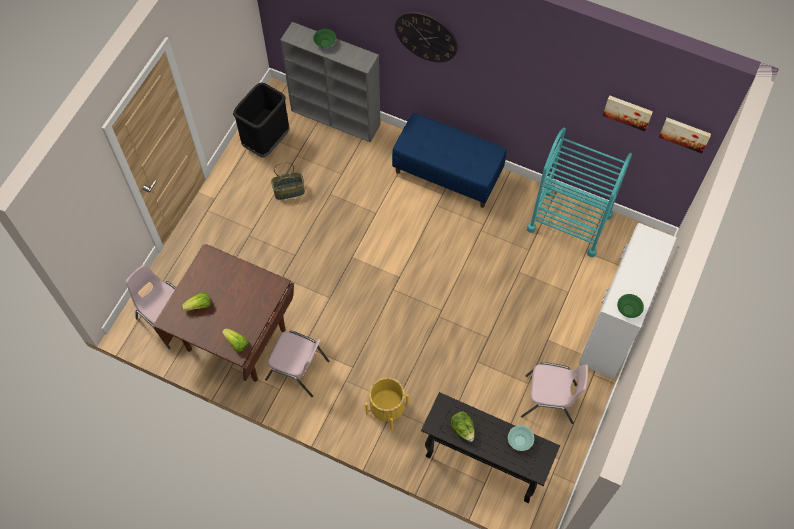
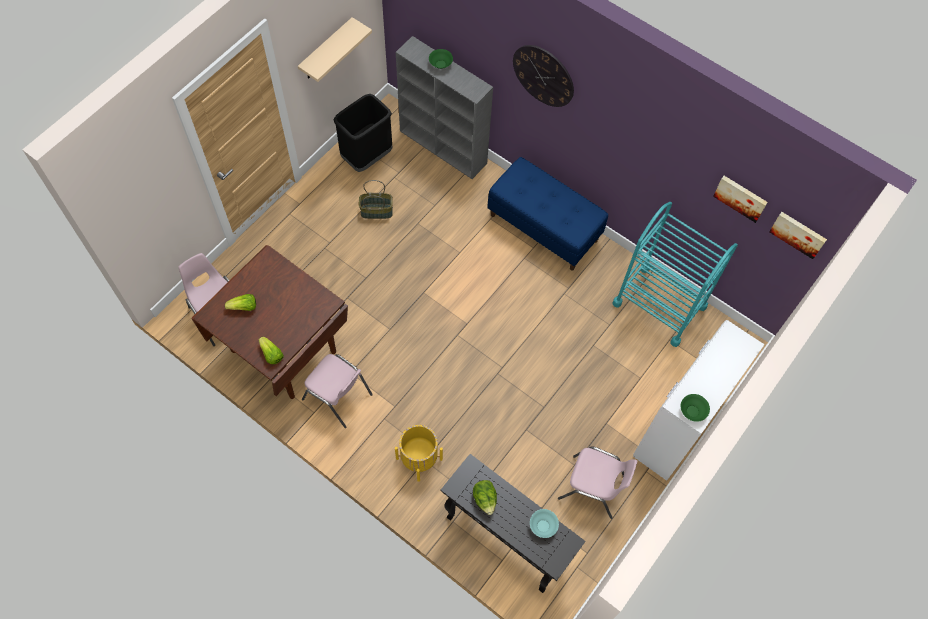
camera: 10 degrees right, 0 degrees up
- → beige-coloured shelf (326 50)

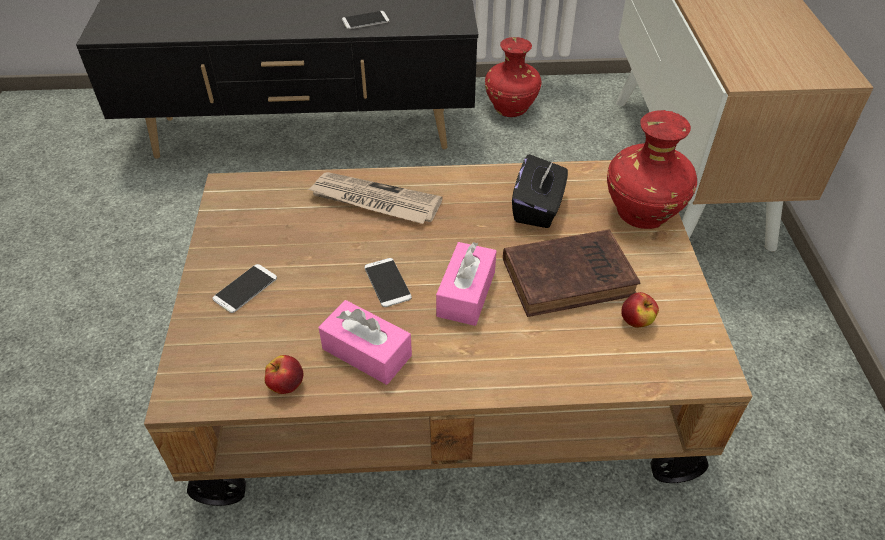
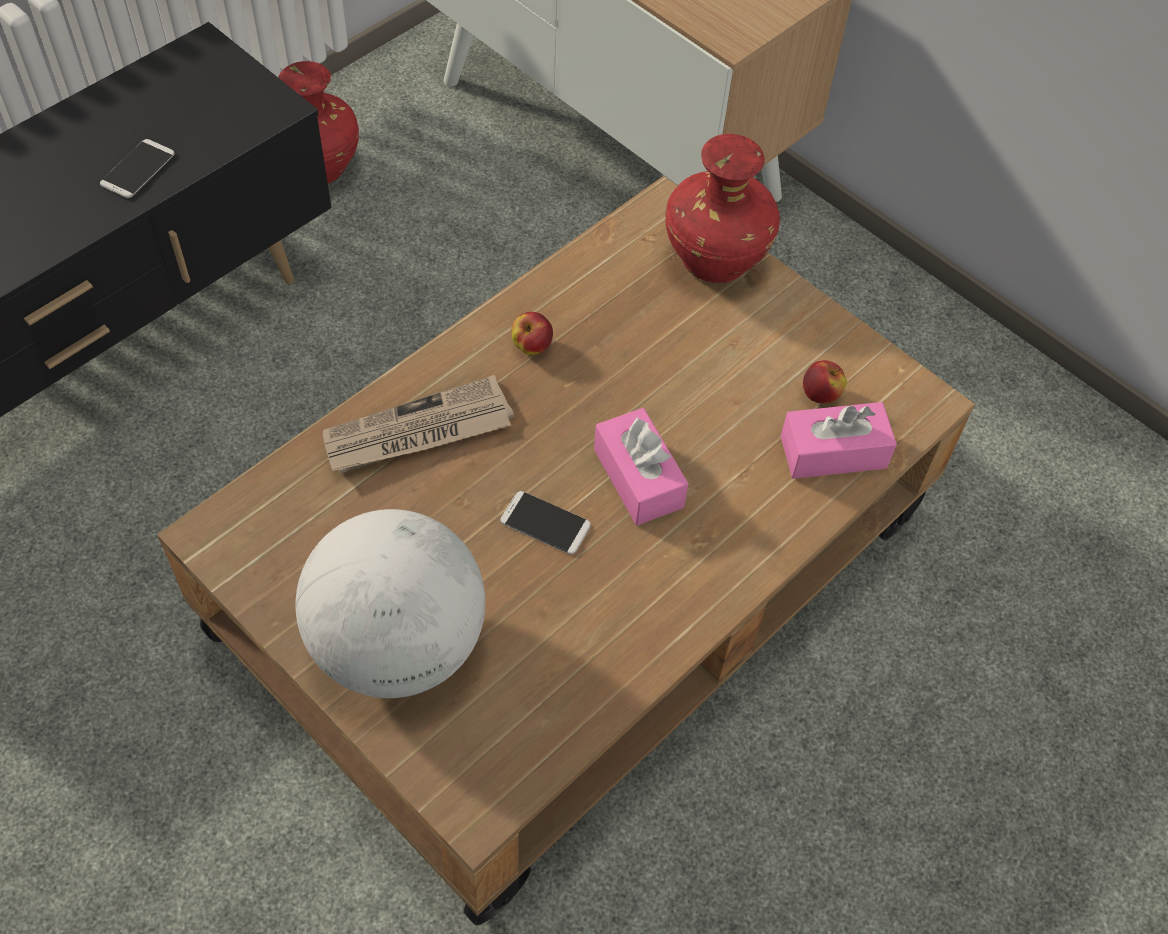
camera: 45 degrees left, 10 degrees up
brown-coloured volume (571 277) → -
blackish tissue holder (538 208) → -
apple (286 385) → apple (532 346), moved
pink-coloured tissue holder (367 352) → pink-coloured tissue holder (833 452), moved
phone (245 289) → desk globe (397 645)

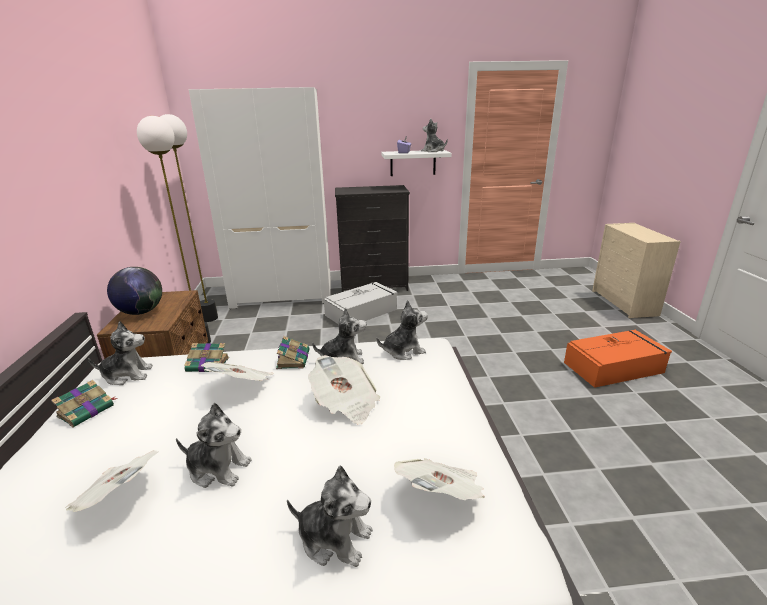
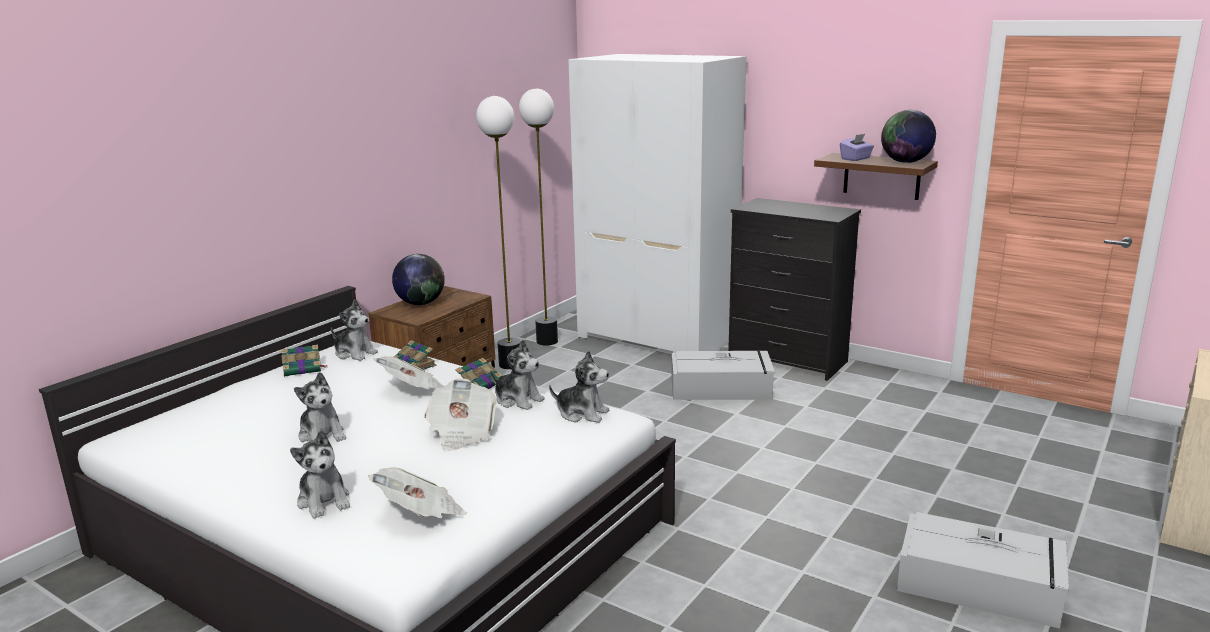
camera: 40 degrees right, 5 degrees down
printed paper (119 496) → -
plush toy (433 151) → desk globe (905 162)
white-coloured shelf (413 163) → brown-coloured shelf (881 176)
orange storage container (614 367) → greyish storage container (980 585)

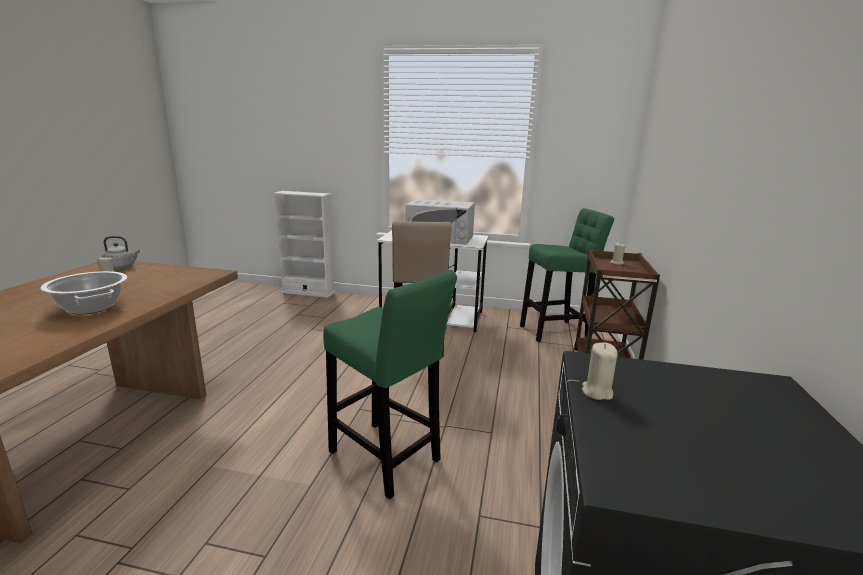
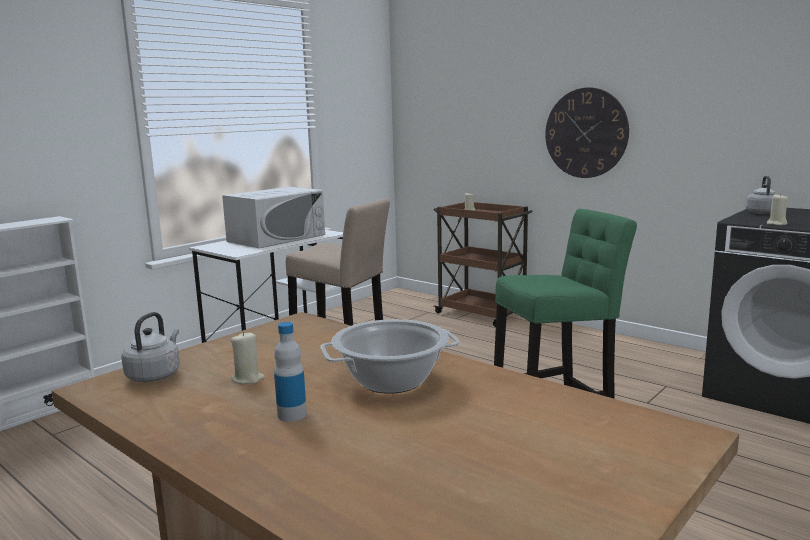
camera: 60 degrees left, 5 degrees down
green-coloured stool seat (557 331) → -
- → beverage bottle (292 414)
- → wall clock (586 133)
- → greyish water kettle (761 212)

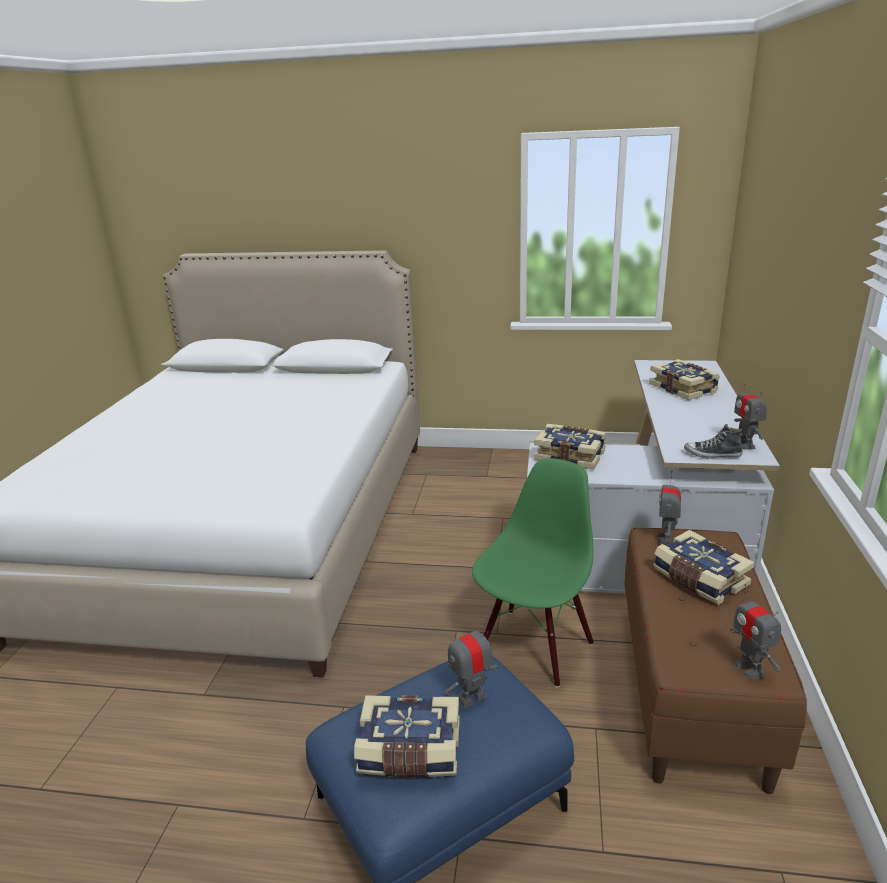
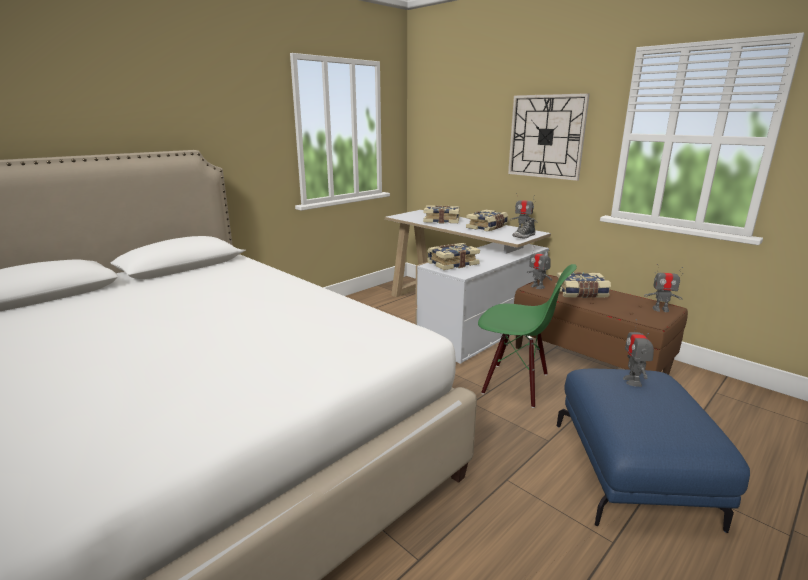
camera: 55 degrees left, 5 degrees down
- → wall clock (546 136)
volume (410 752) → volume (487 227), moved
green-coloured chair (534 647) → green-coloured chair (515 384), 135 degrees clockwise

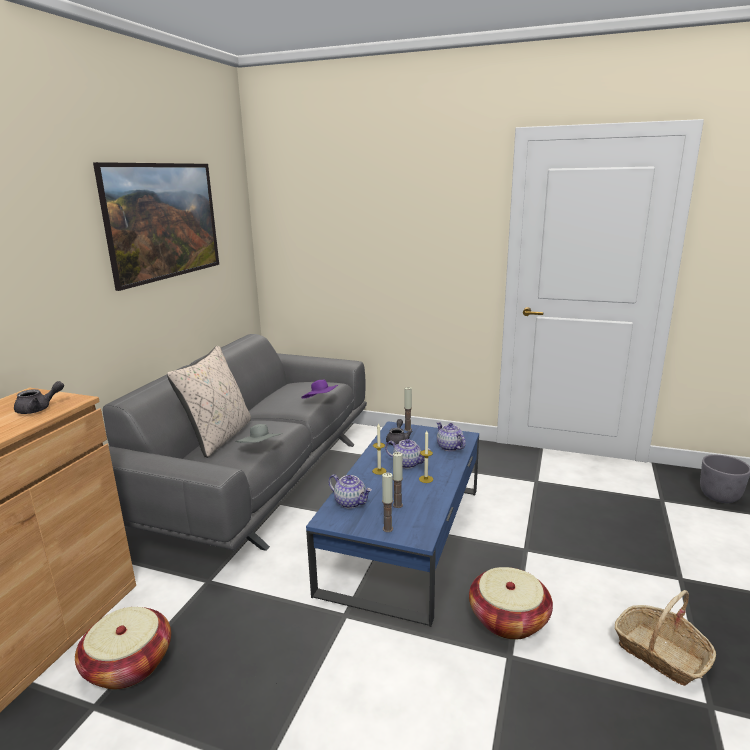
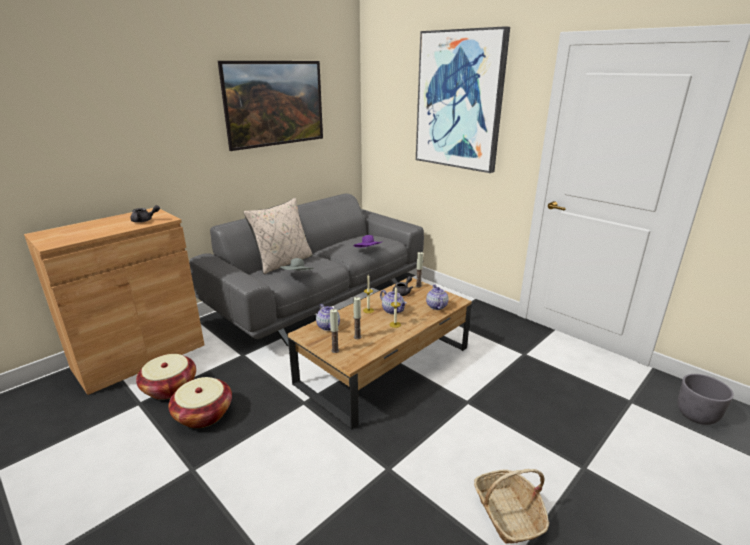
camera: 25 degrees right, 5 degrees up
- → wall picture (459 101)
household basket (508 619) → household basket (203 414), moved
blue-coloured low table (405 536) → brown-coloured low table (385 364)

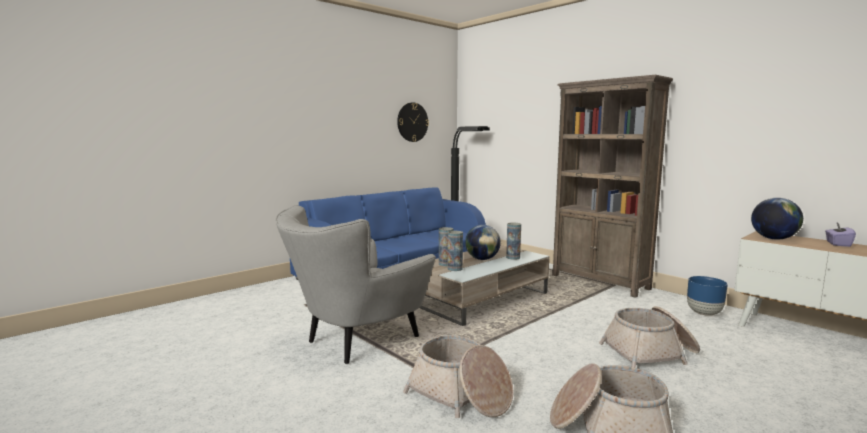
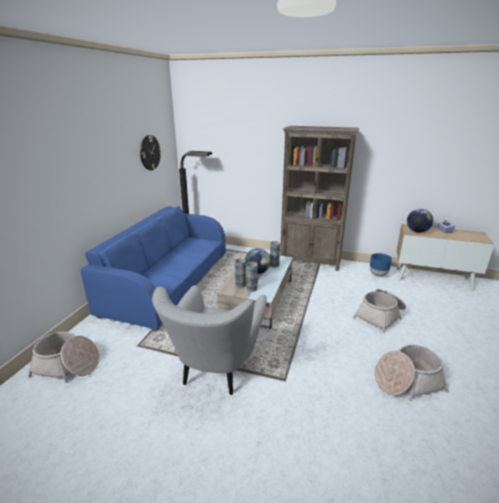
camera: 30 degrees left, 15 degrees up
household basket (460 395) → household basket (68 366), moved

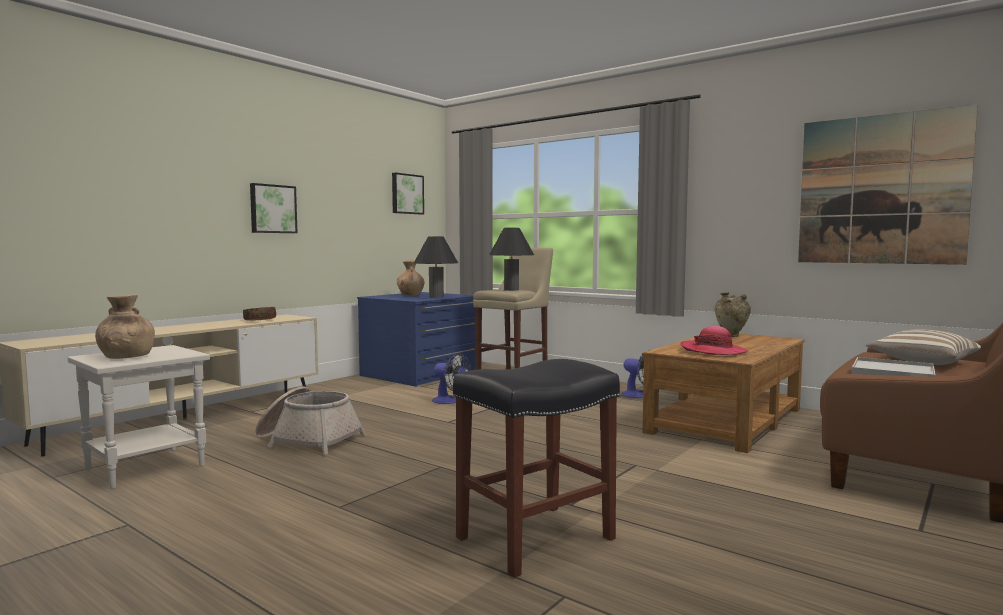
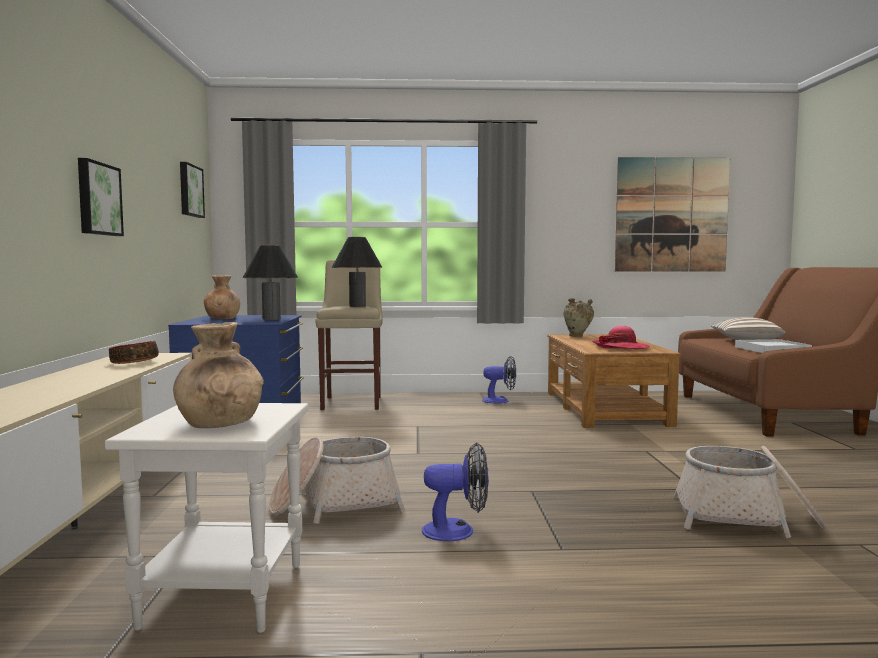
camera: 40 degrees left, 0 degrees up
cooling fan (450 401) → cooling fan (457 531), moved
blackish stool seat (534 539) → household basket (746 518)

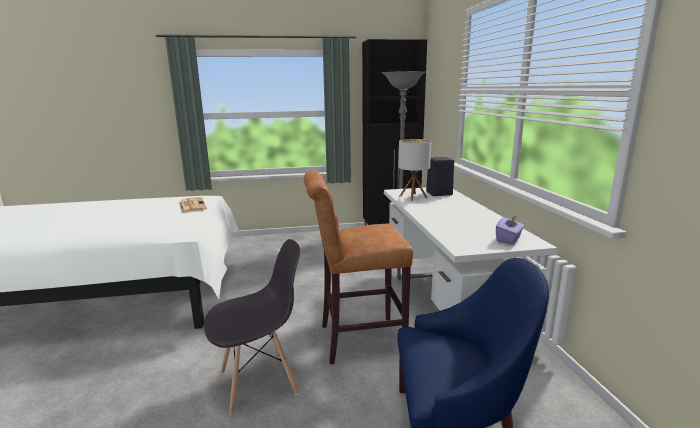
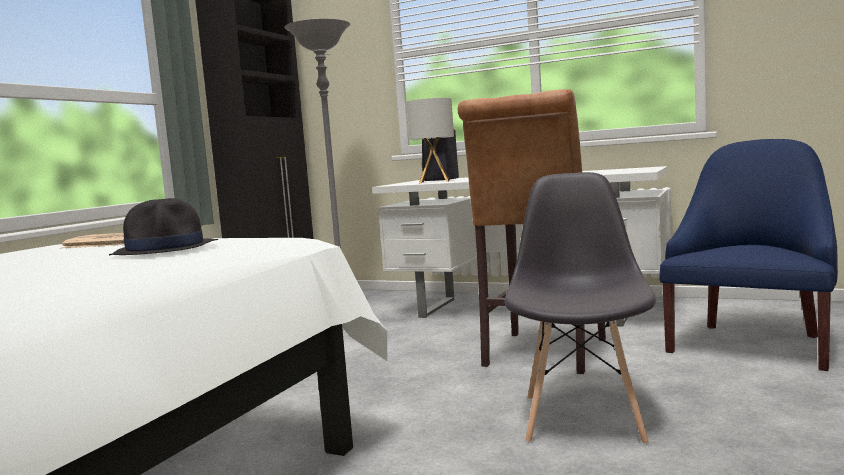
camera: 55 degrees left, 10 degrees down
purple-coloured tissue holder (508 239) → -
- → blackish wearable hat (166 249)

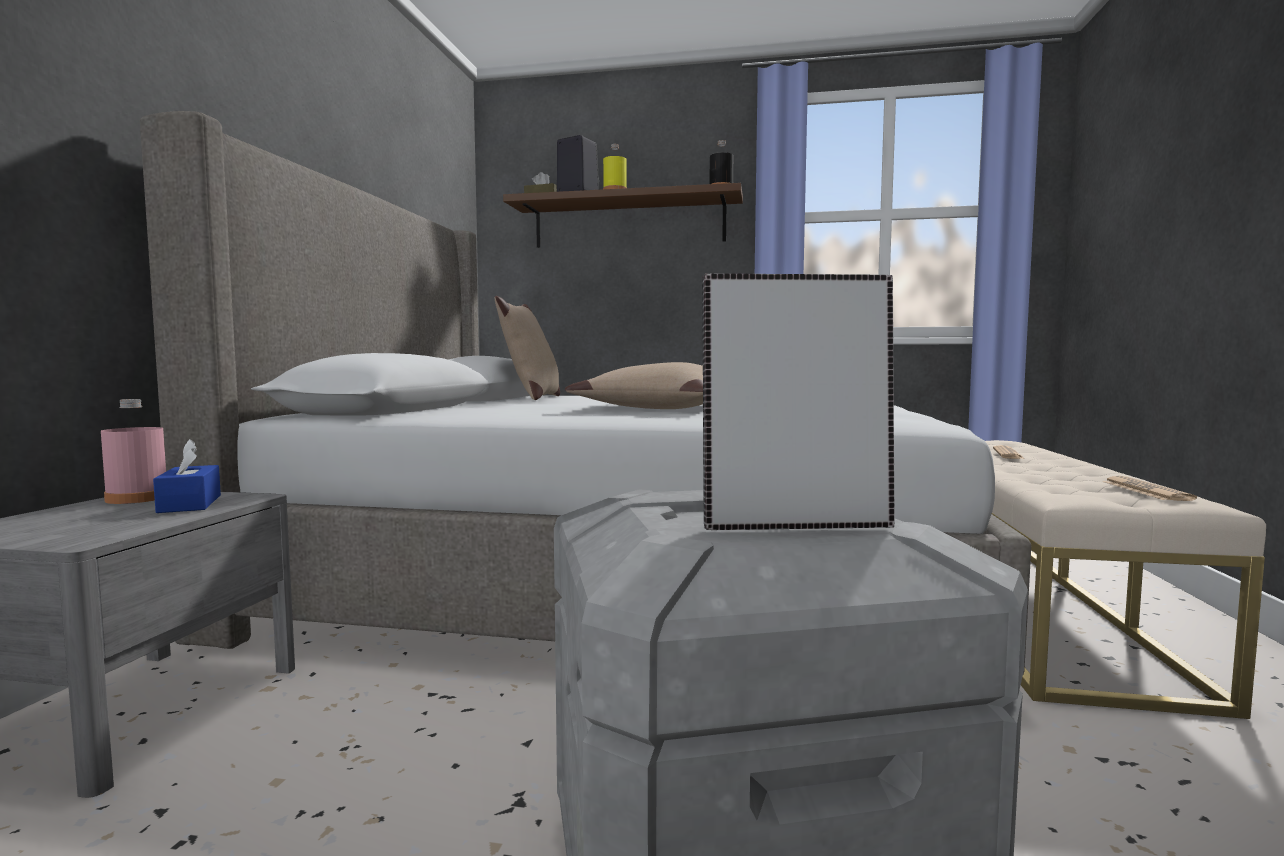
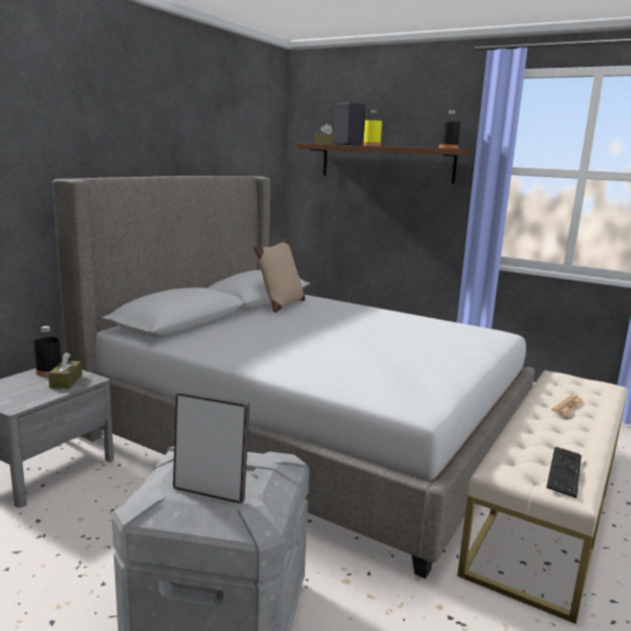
camera: 20 degrees right, 10 degrees up
beige-coloured cushion (657 408) → -
printed paper (1146 491) → keyboard (564 473)
pink-coloured beverage bottle (137 498) → blackish beverage bottle (49 371)
blue-coloured tissue holder (190 504) → brown-coloured tissue holder (66 381)

